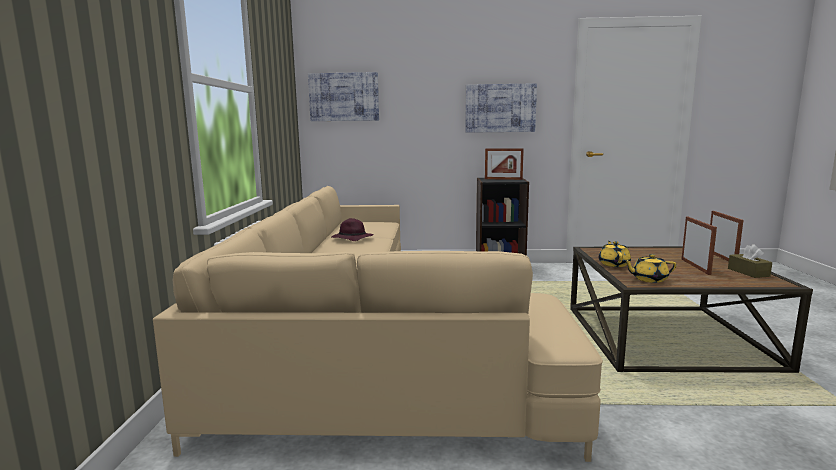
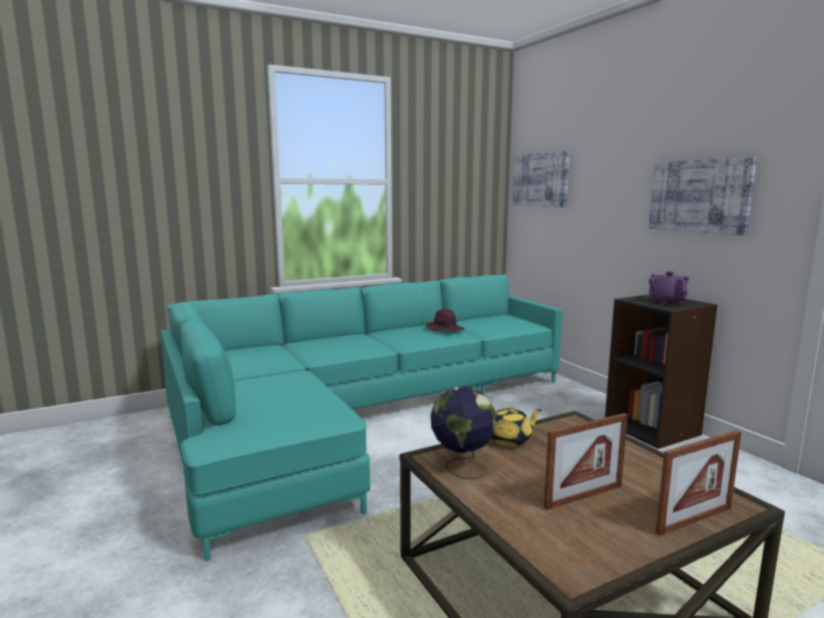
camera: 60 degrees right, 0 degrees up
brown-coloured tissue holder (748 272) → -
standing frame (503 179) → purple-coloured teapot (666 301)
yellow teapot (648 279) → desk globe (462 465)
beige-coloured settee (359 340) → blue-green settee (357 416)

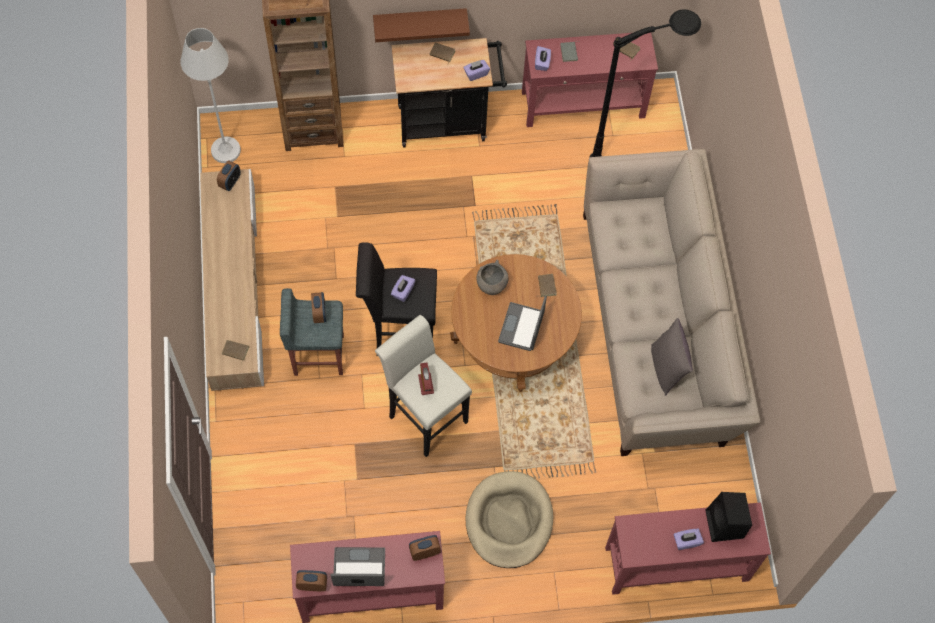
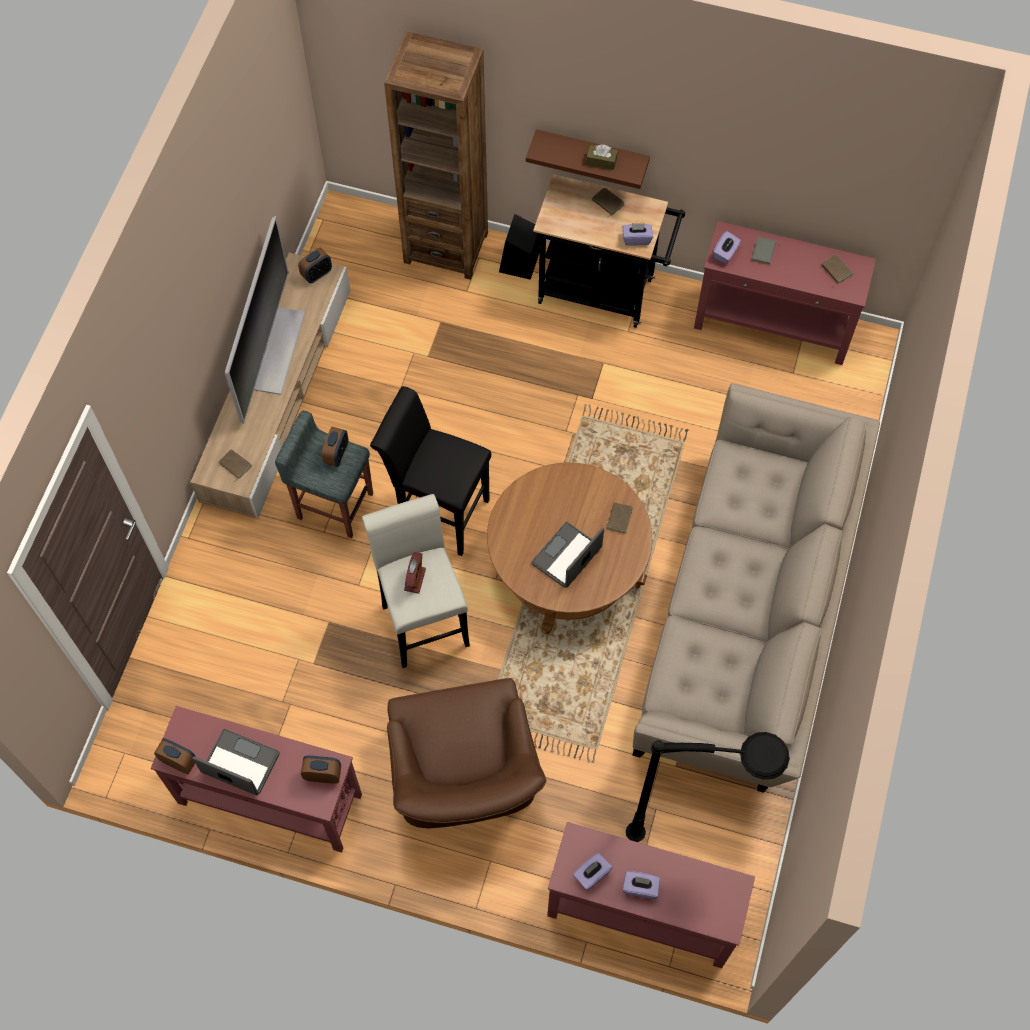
camera: 25 degrees right, 0 degrees up
white-coloured floor lamp (225 150) → -
greyish deep dish (491 285) → -
greyish cushion (667 368) → -
- → TV set (276 350)
- → brown-coloured tissue holder (601 161)
purple-coloured tissue holder (403 292) → purple-coloured tissue holder (592 874), moved
blackish floor lamp (637 150) → blackish floor lamp (698 840), moved
blackish speaker (725 525) → blackish speaker (519 263), moved
beige-coloured dog cushion (509 521) → brown-coloured easy chair (464 780)

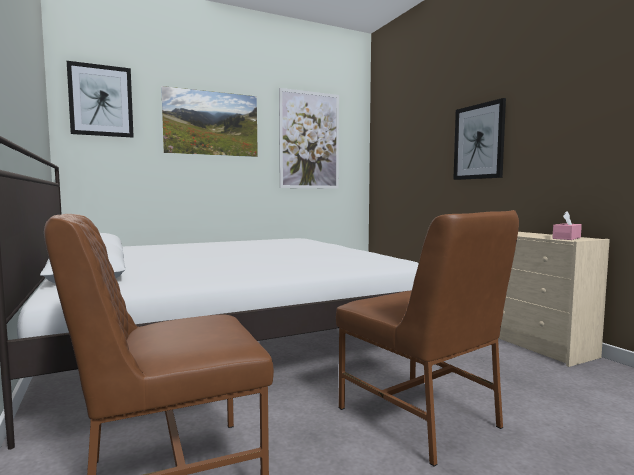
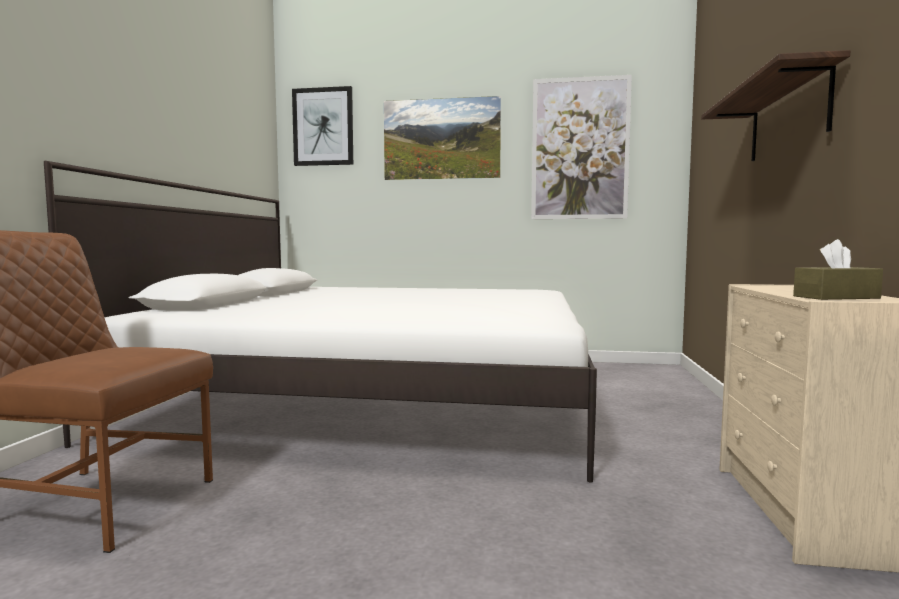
camera: 35 degrees right, 0 degrees up
brown-coloured chair (421 418) → -
wall picture (479 142) → shelf (788 118)
pink-coloured tissue holder (566 238) → brown-coloured tissue holder (836 297)

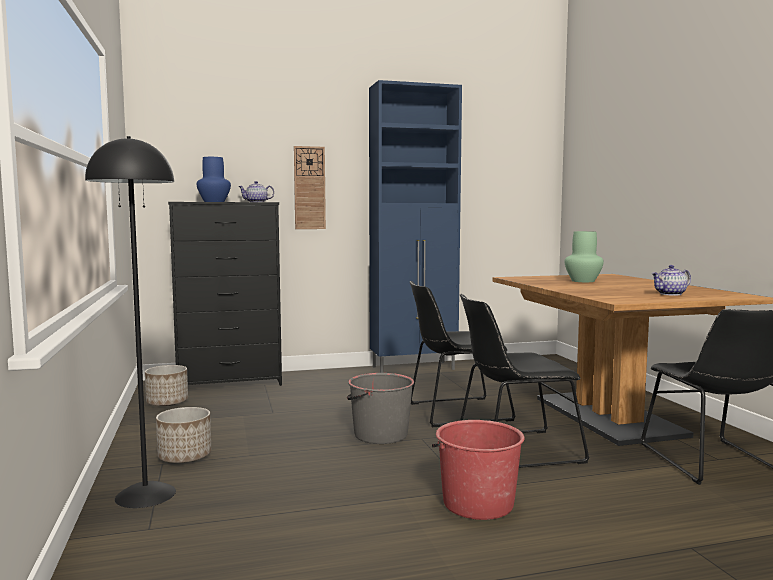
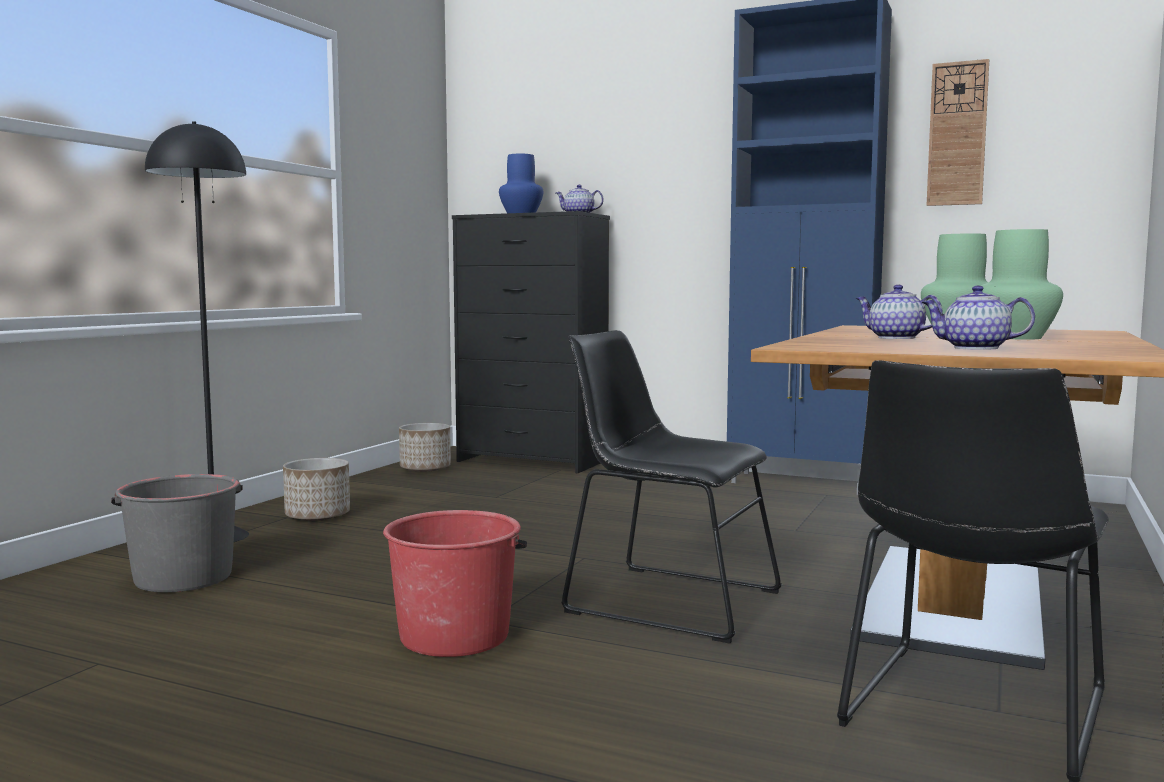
camera: 40 degrees right, 0 degrees up
blackish chair (455 412) → -
- → teapot (895 338)
- → green-coloured decorative vase (1016 338)
wall clock (309 188) → wall clock (957 134), moved
greyish water bucket (380 435) → greyish water bucket (183 578), moved

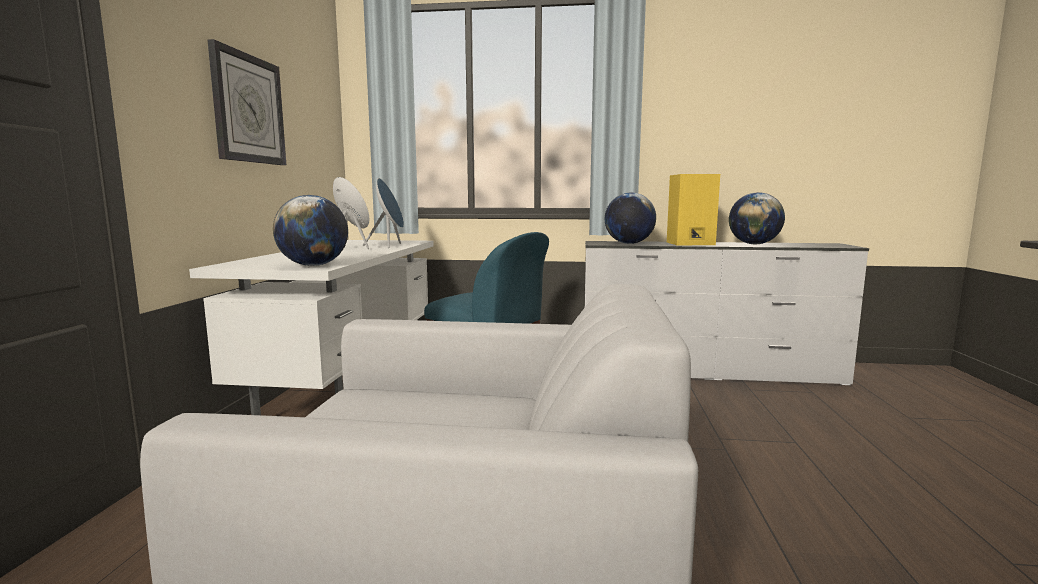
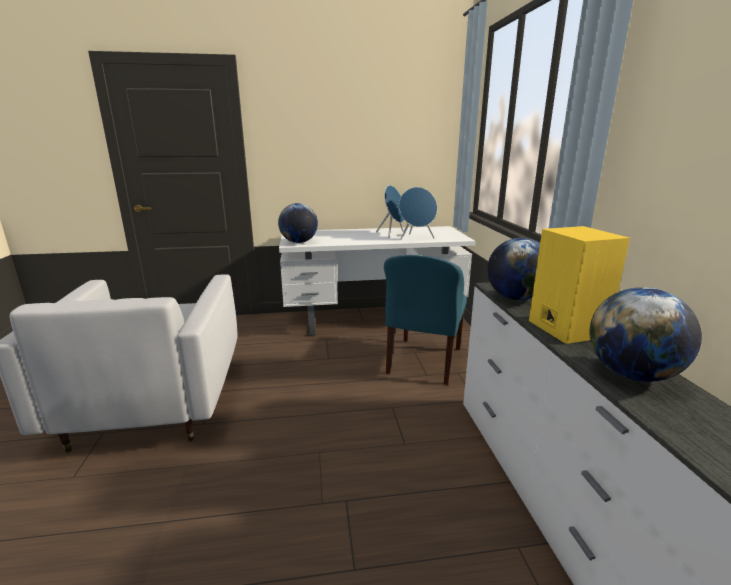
camera: 75 degrees right, 10 degrees up
wall clock (248 109) → -

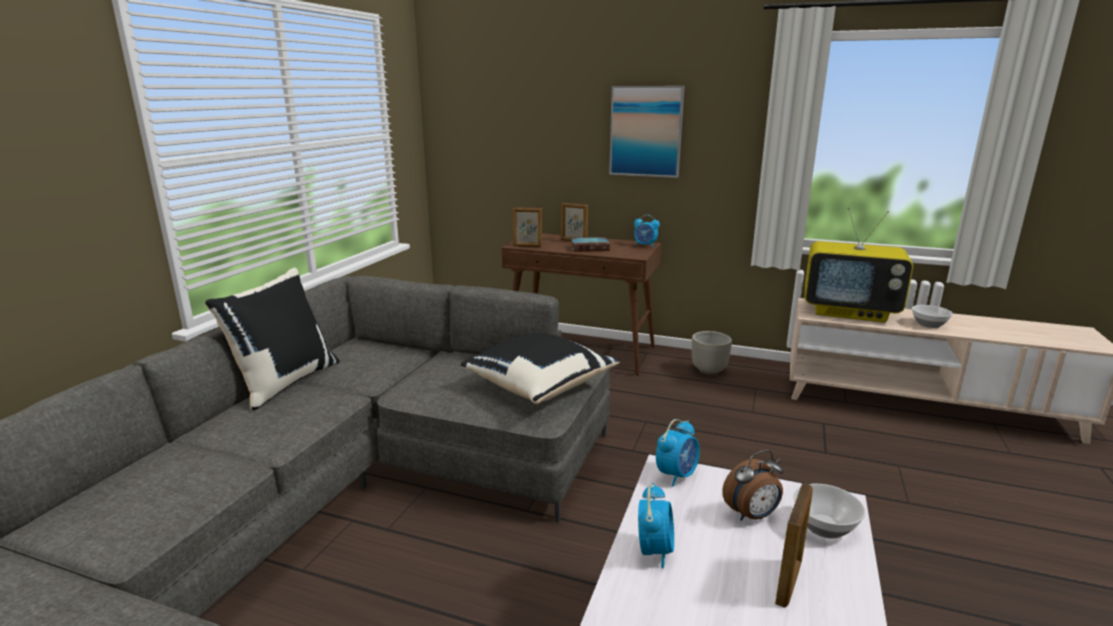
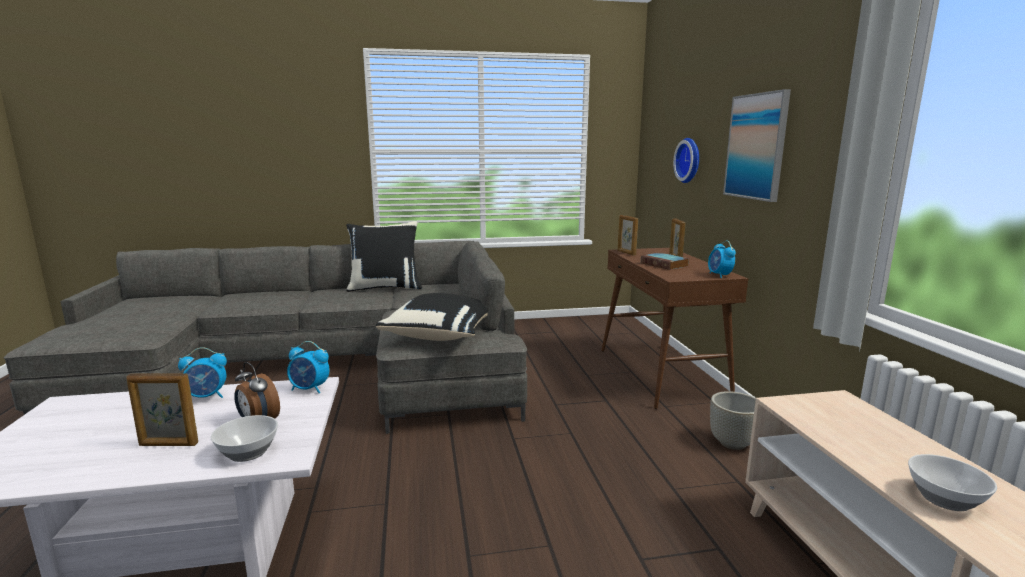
camera: 60 degrees right, 5 degrees down
TV set (850 312) → -
- → wall clock (690 160)

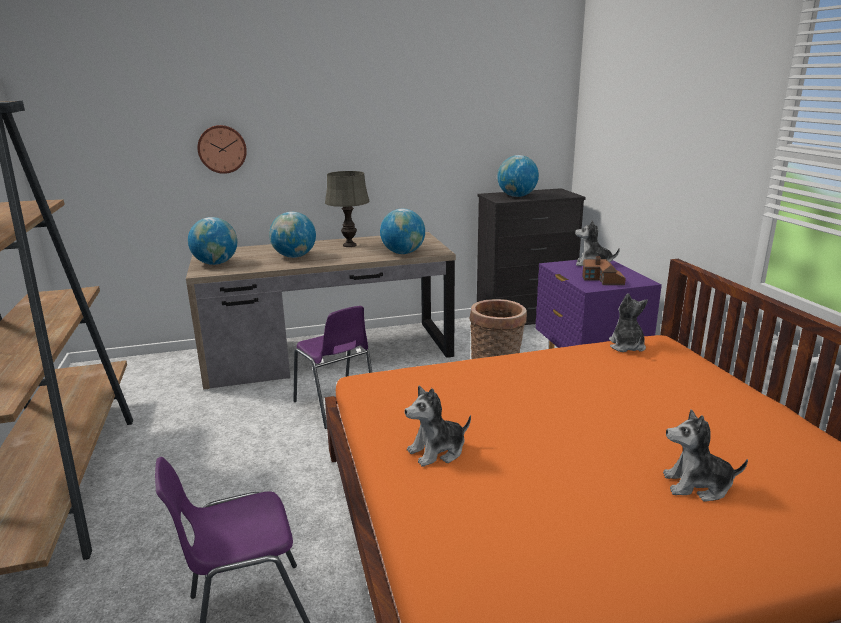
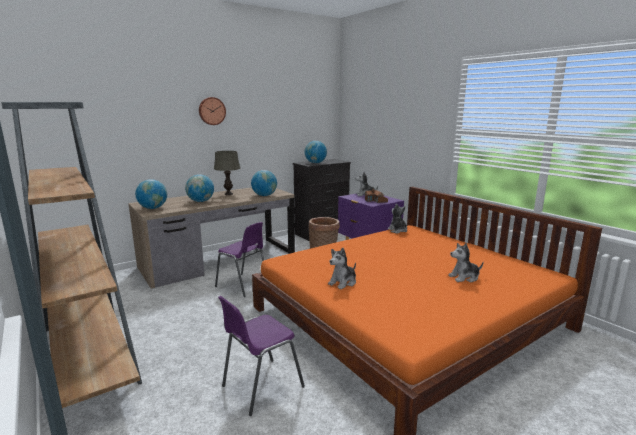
camera: 20 degrees left, 5 degrees down
wall clock (222 149) → wall clock (211 111), moved

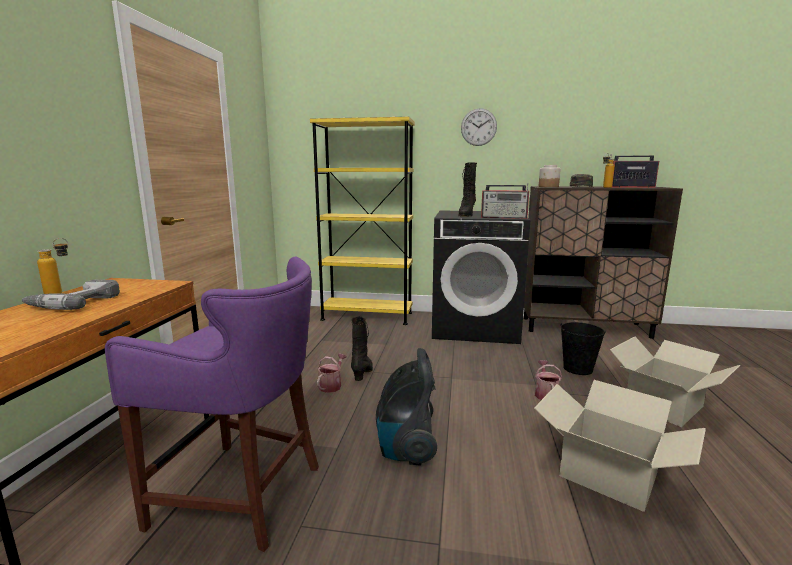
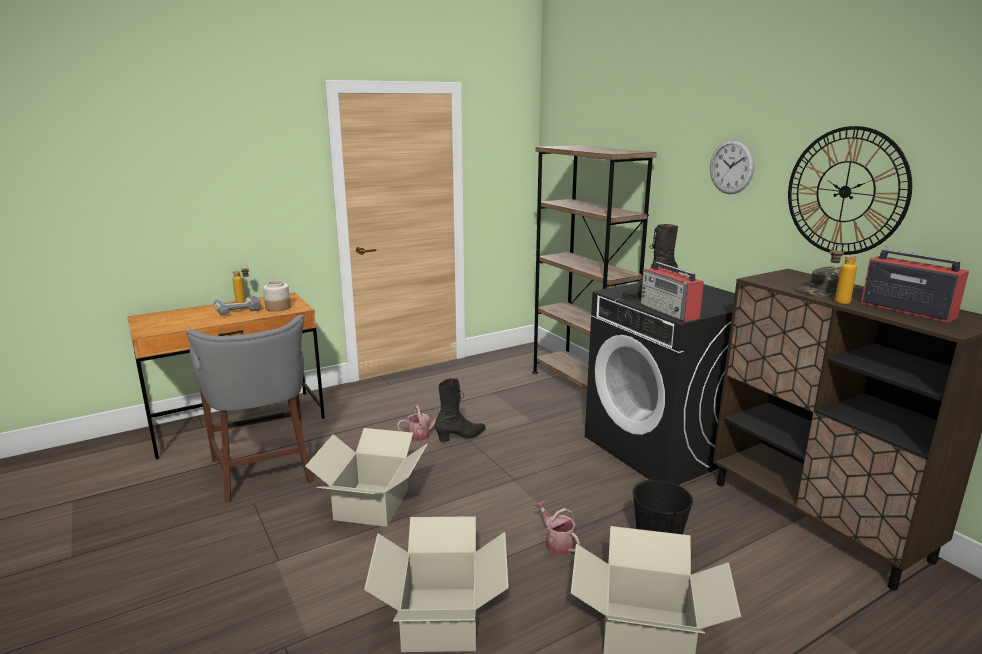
camera: 50 degrees right, 5 degrees up
- → wall clock (845 191)
storage jar (548 187) → storage jar (277 308), moved
vacuum (406 448) → packing box (371 504)
purple-coloured stool seat (244 494) → greyish stool seat (264 471)
yellow shelving unit (367 316) → brown-coloured shelving unit (580 385)
sprinkling can (545 394) → sprinkling can (556 543), 90 degrees counterclockwise

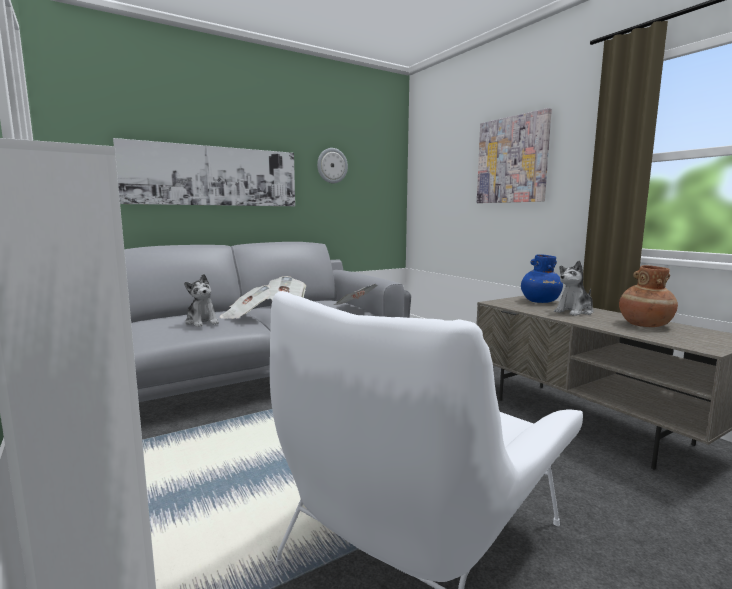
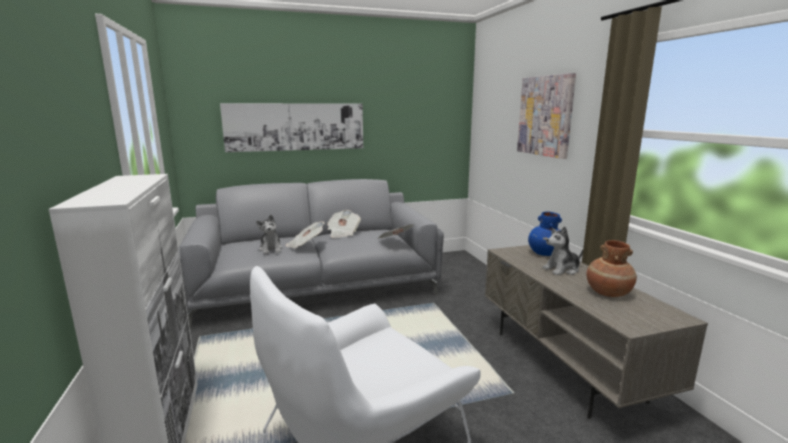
camera: 15 degrees right, 5 degrees up
wall clock (332 165) → -

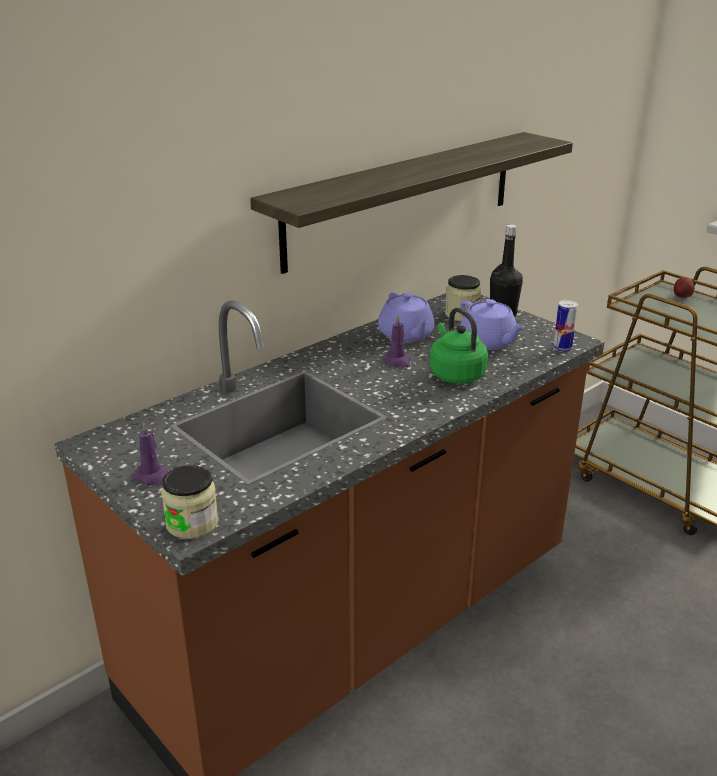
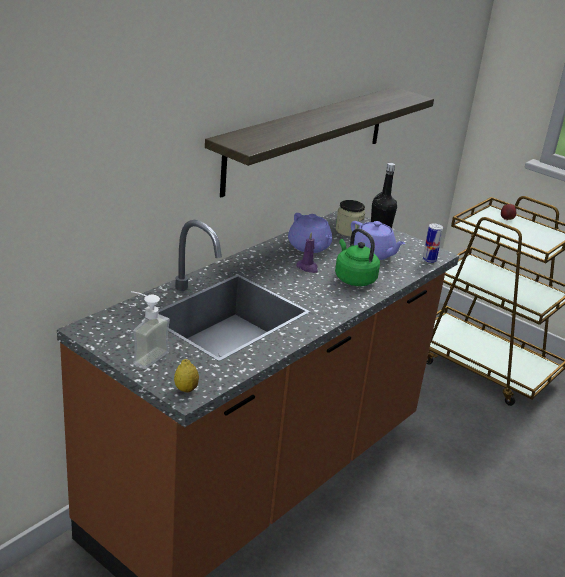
camera: 10 degrees left, 0 degrees up
purple-coloured wax candle (152 477) → liquid soap bottle (144 355)
storage jar (192 523) → lemon (186 389)

